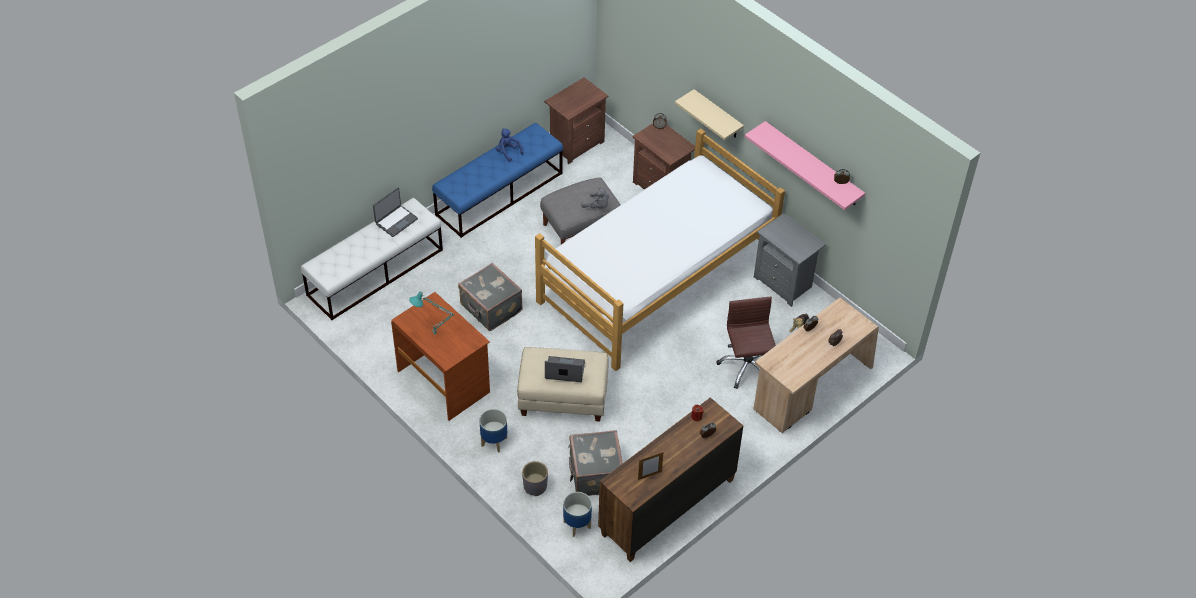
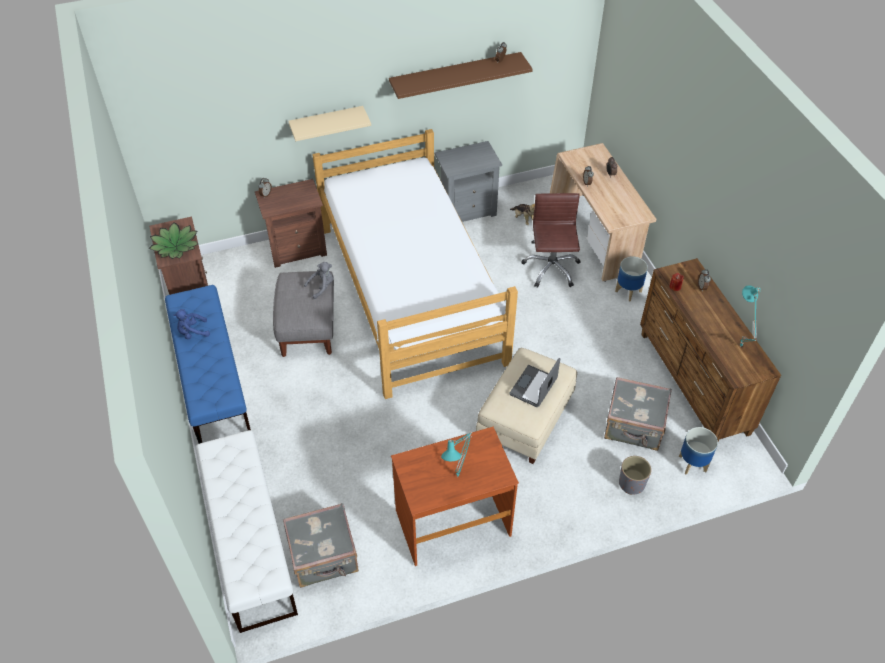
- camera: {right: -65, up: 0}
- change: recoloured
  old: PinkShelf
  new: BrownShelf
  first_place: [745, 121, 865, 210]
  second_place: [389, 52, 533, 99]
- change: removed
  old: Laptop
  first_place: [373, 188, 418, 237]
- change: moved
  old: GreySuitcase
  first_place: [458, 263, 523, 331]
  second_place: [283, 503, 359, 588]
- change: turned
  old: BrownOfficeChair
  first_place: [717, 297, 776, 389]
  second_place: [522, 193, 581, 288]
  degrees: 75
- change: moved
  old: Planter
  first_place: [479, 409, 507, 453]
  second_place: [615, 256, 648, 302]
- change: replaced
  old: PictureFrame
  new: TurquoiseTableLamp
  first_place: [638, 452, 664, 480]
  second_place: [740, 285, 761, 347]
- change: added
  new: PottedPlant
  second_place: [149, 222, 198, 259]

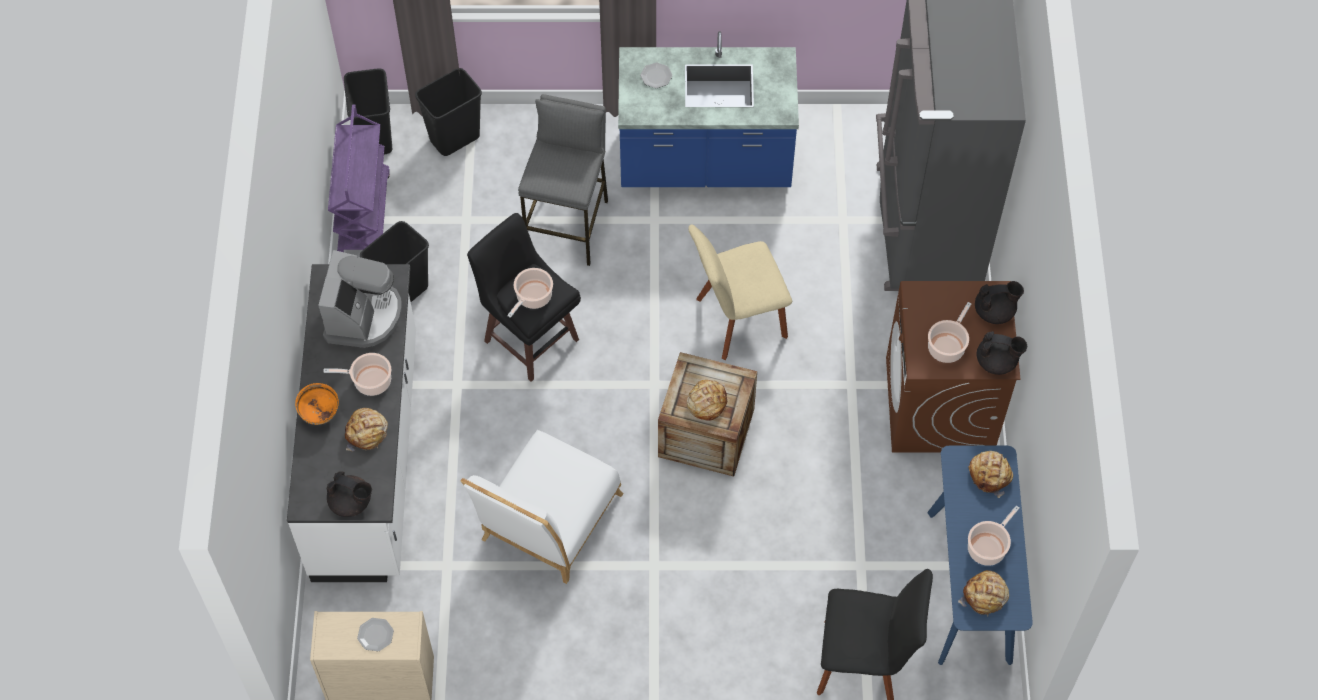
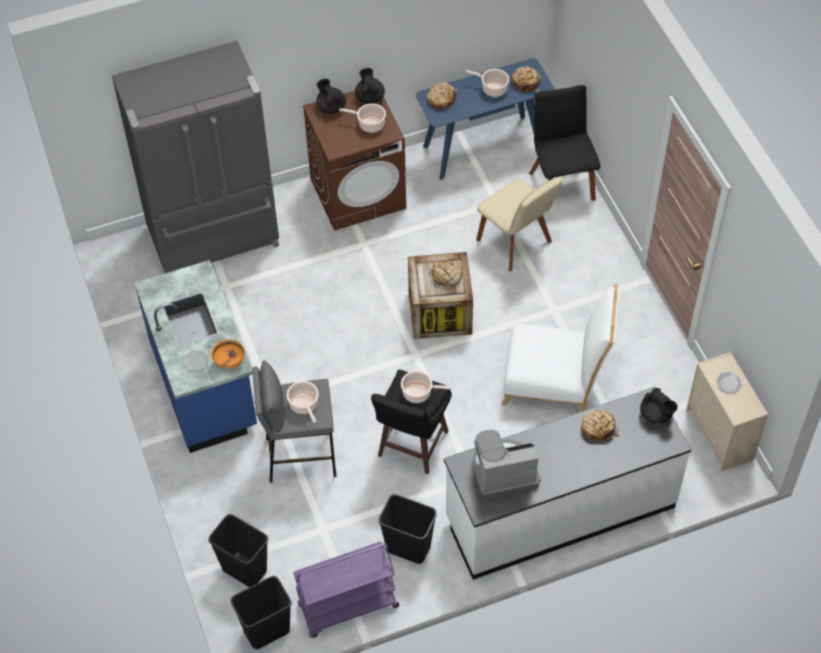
- camera: {right: -110, up: -5}
- change: moved
  old: BeigeChair
  first_place: [688, 224, 792, 360]
  second_place: [476, 176, 563, 271]
- change: moved
  old: CookingPot
  first_place: [323, 353, 391, 396]
  second_place: [286, 381, 319, 423]
- change: moved
  old: OrangeBowl
  first_place: [295, 383, 339, 425]
  second_place: [211, 340, 245, 370]
- change: turned
  old: BlackTeapot
  first_place: [327, 471, 372, 517]
  second_place: [640, 388, 678, 424]
  degrees: 135

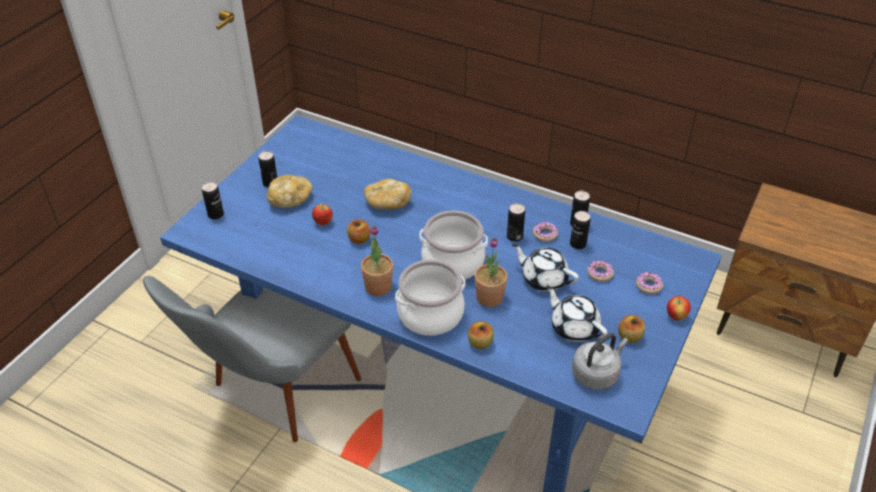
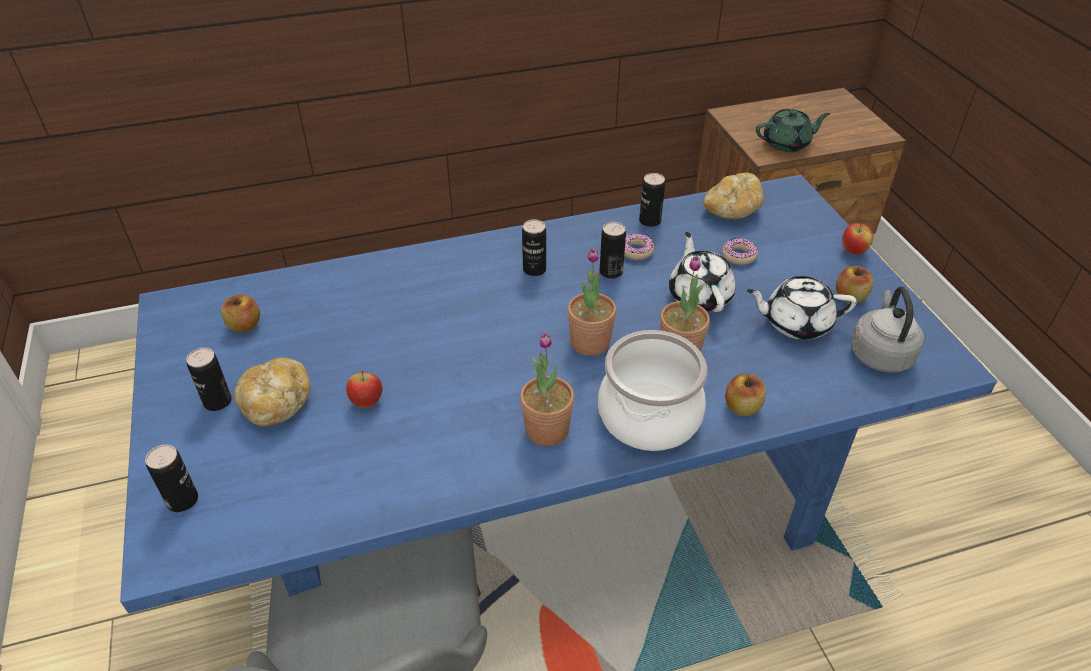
- camera: {right: -45, up: 0}
- change: moved
  old: Bread
  first_place: [364, 179, 411, 210]
  second_place: [703, 173, 764, 219]
- change: replaced
  old: CookingPot
  new: PottedPlant
  first_place: [419, 210, 488, 280]
  second_place: [568, 248, 616, 356]
- change: moved
  old: Can
  first_place: [570, 211, 590, 249]
  second_place: [522, 219, 546, 276]
- change: moved
  old: Apple
  first_place: [347, 219, 370, 244]
  second_place: [221, 294, 260, 333]
- change: turned
  old: WhiteTeapot
  first_place: [512, 244, 579, 291]
  second_place: [669, 232, 736, 312]
  degrees: 90
- change: removed
  old: Donut
  first_place: [636, 272, 663, 294]
- change: added
  new: GreenTeapot
  second_place: [756, 109, 830, 152]

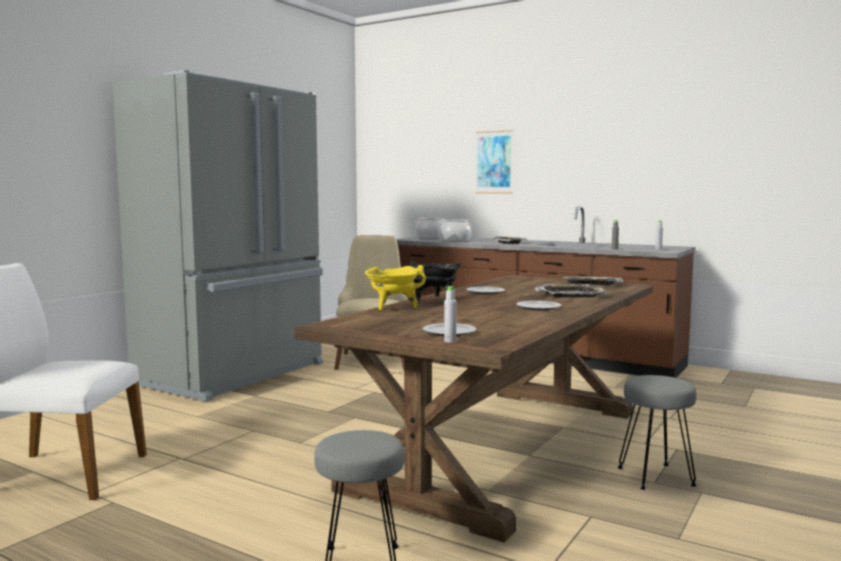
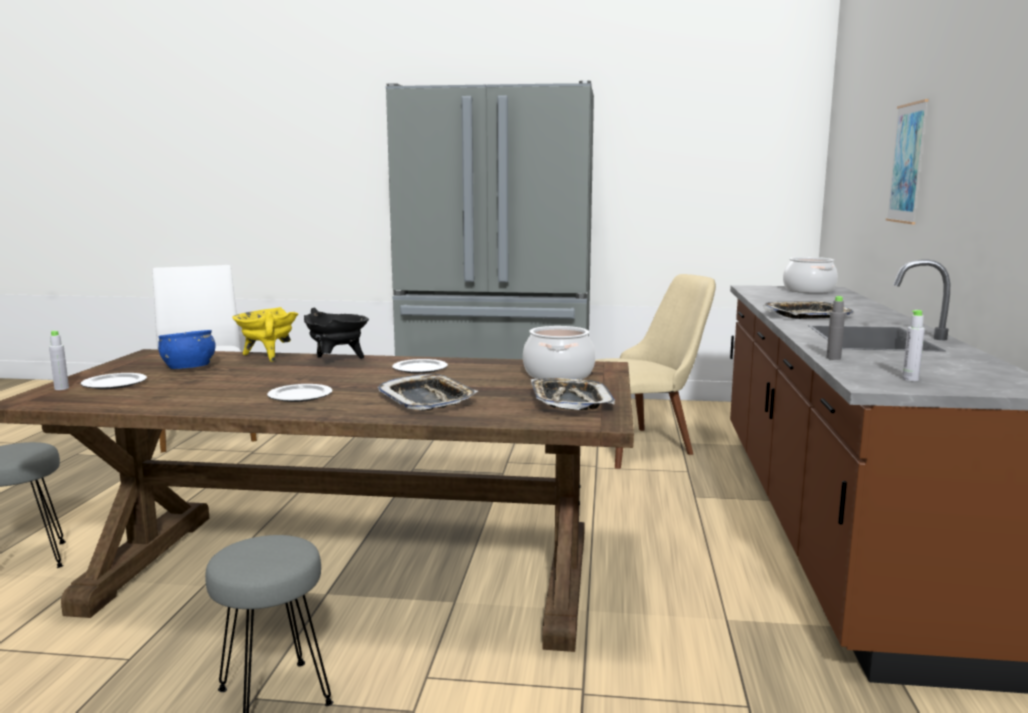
- camera: {right: 65, up: 5}
- change: moved
  old: CookingPot
  first_place: [438, 220, 472, 242]
  second_place: [523, 326, 596, 379]
- change: added
  new: BlueBowl
  second_place: [158, 330, 216, 369]

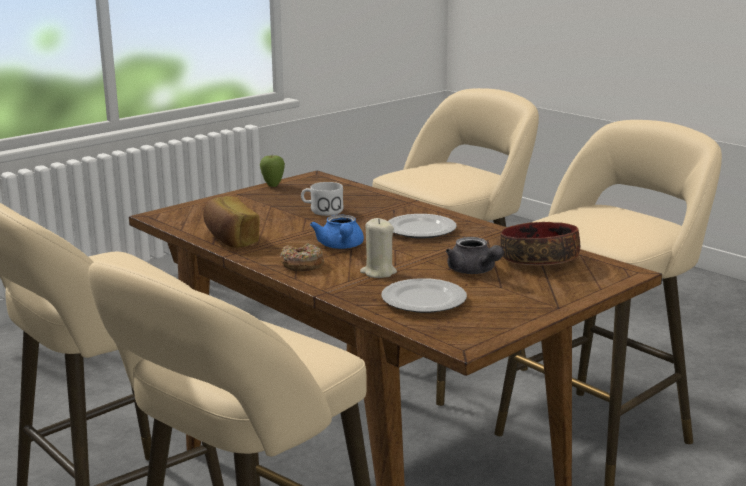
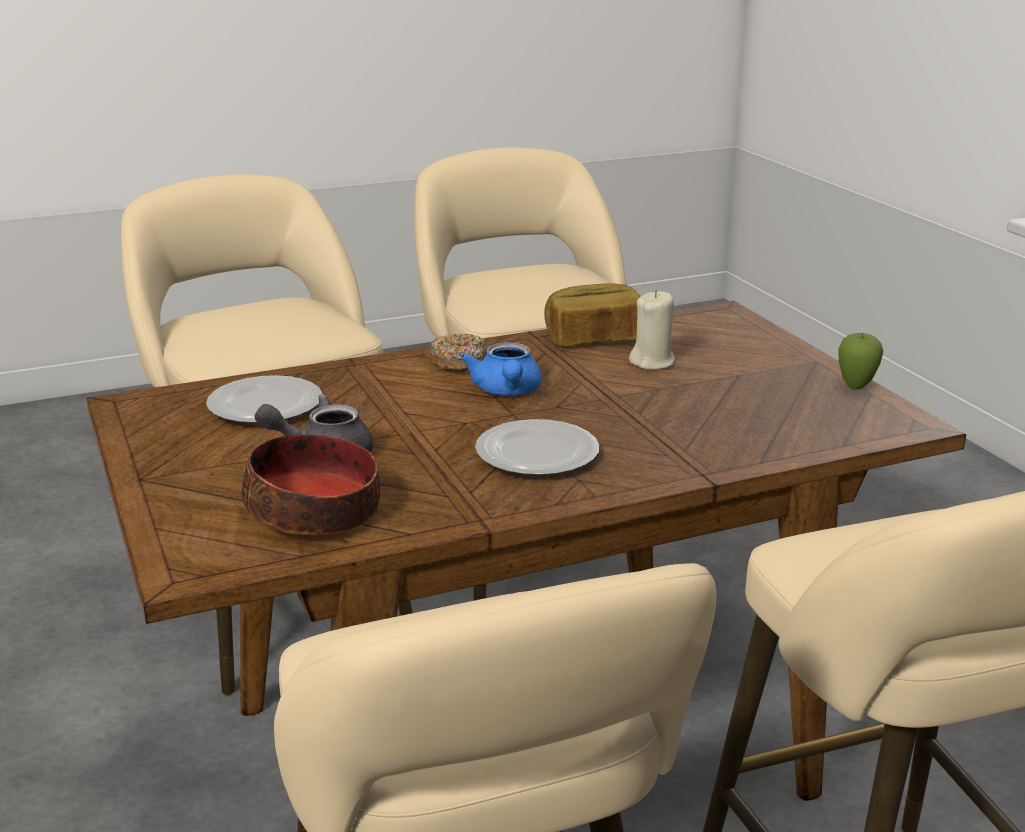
- camera: {right: 110, up: 5}
- change: removed
  old: WhiteMug
  first_place: [301, 182, 344, 216]
- change: turned
  old: BlueTeapot
  first_place: [310, 214, 364, 249]
  second_place: [461, 342, 542, 396]
  degrees: -105
- change: moved
  old: BeigeCandle
  first_place: [360, 218, 397, 278]
  second_place: [629, 290, 675, 370]

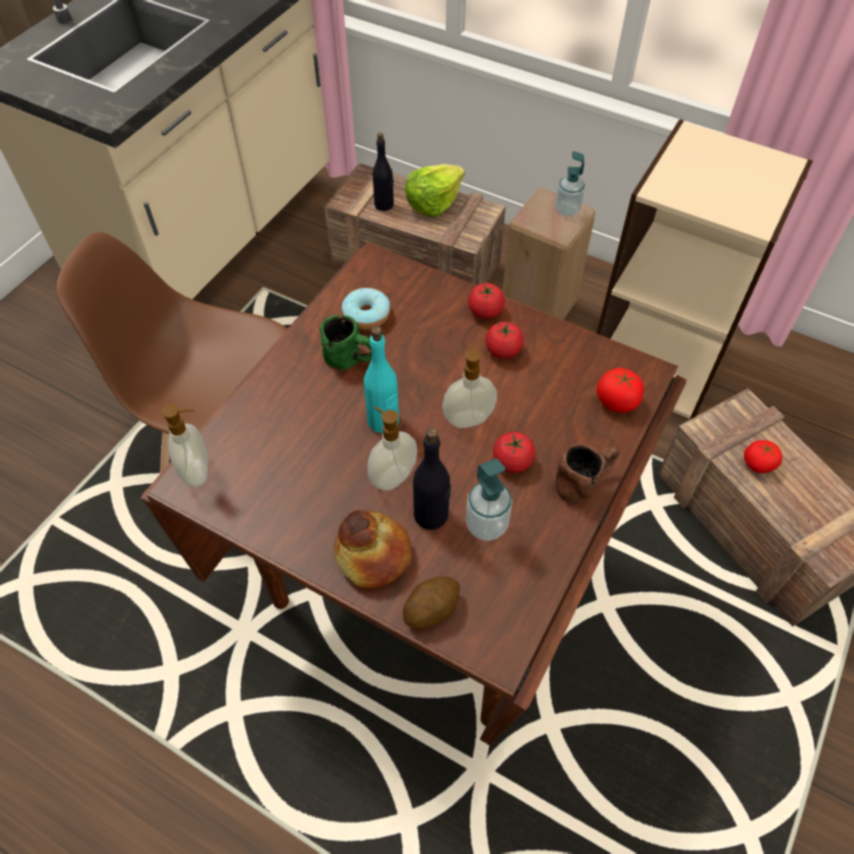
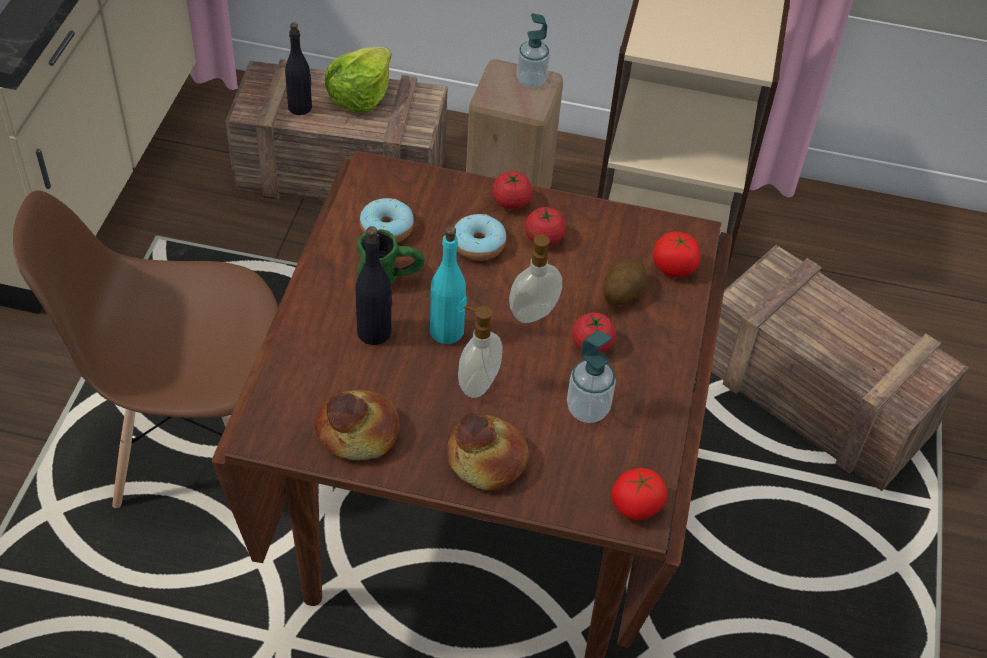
- camera: {right: -20, up: -5}
- change: removed
  old: SoapDispenser
  first_place: [162, 404, 208, 487]
- change: moved
  old: BlackBottle
  first_place: [413, 427, 451, 530]
  second_place: [355, 226, 393, 345]
- change: moved
  old: Tomato
  first_place: [744, 440, 782, 473]
  second_place: [611, 468, 667, 520]
- change: removed
  old: BrownMug
  first_place: [555, 443, 619, 503]
- change: moved
  old: Potato
  first_place: [403, 576, 460, 629]
  second_place: [603, 259, 646, 305]
- change: added
  new: Donut
  second_place: [455, 214, 506, 261]
- change: added
  new: Bread
  second_place: [315, 390, 400, 460]

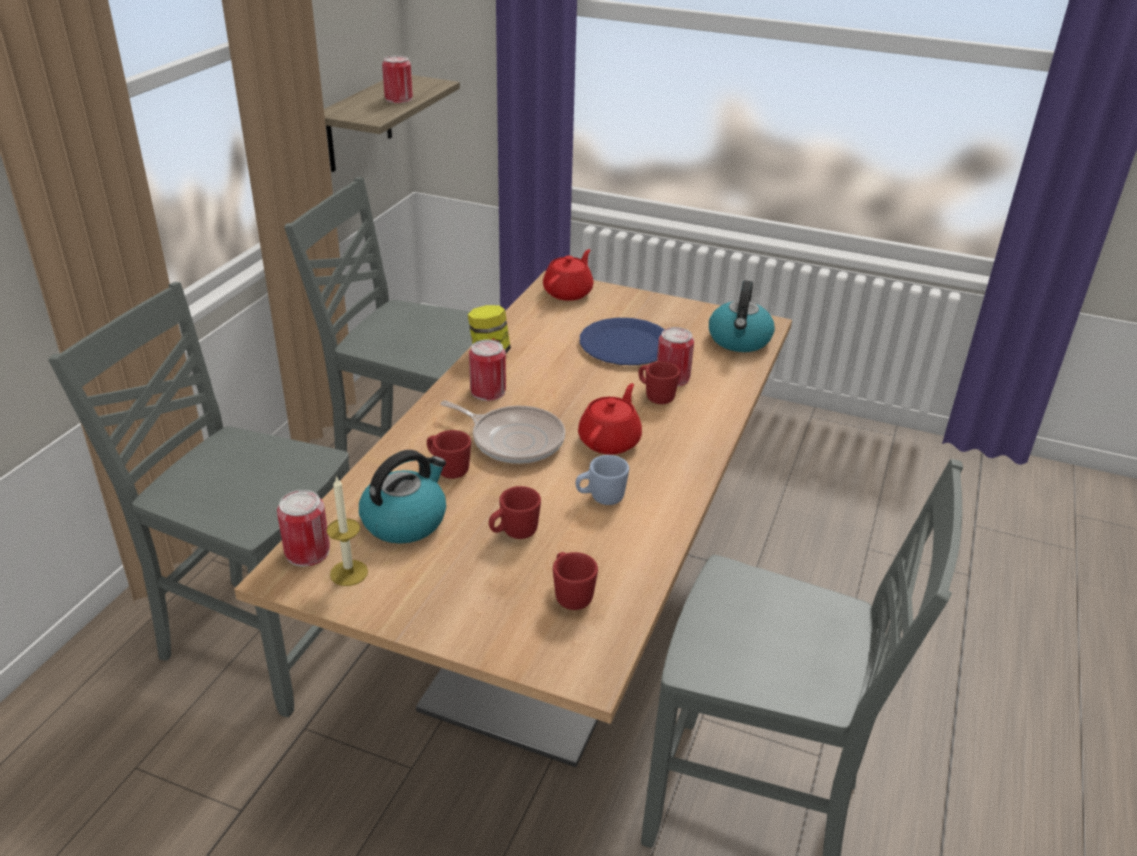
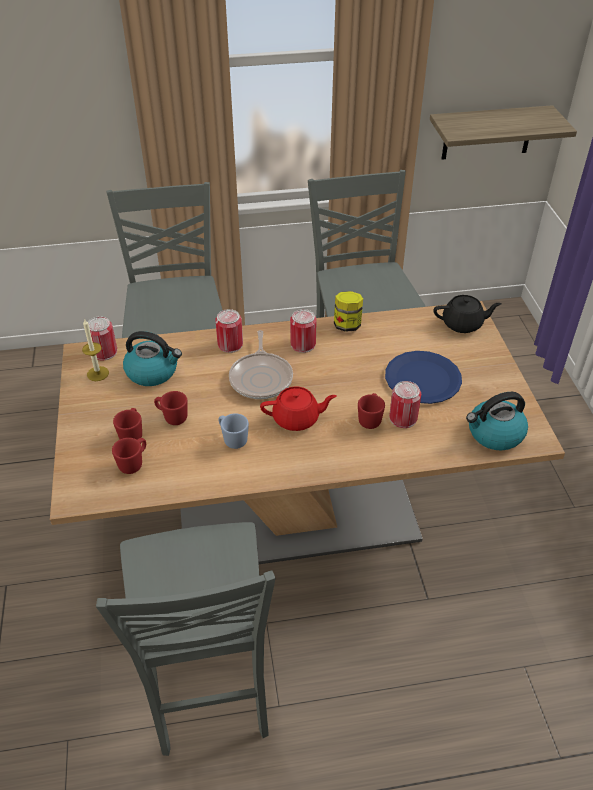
- camera: {right: 60, up: 10}
- change: moved
  old: Can
  first_place: [382, 55, 413, 103]
  second_place: [215, 309, 243, 353]
- change: recoloured
  old: RedTeapot
  new: BlackTeapot
  first_place: [543, 249, 593, 301]
  second_place: [434, 295, 502, 333]
- change: moved
  old: RedMug
  first_place: [427, 430, 471, 479]
  second_place: [113, 408, 142, 440]

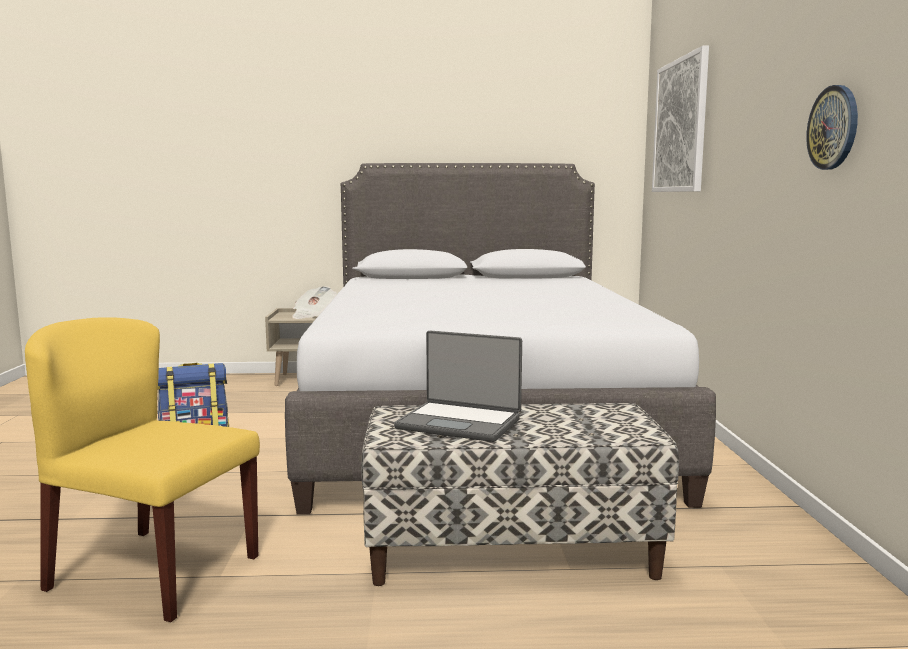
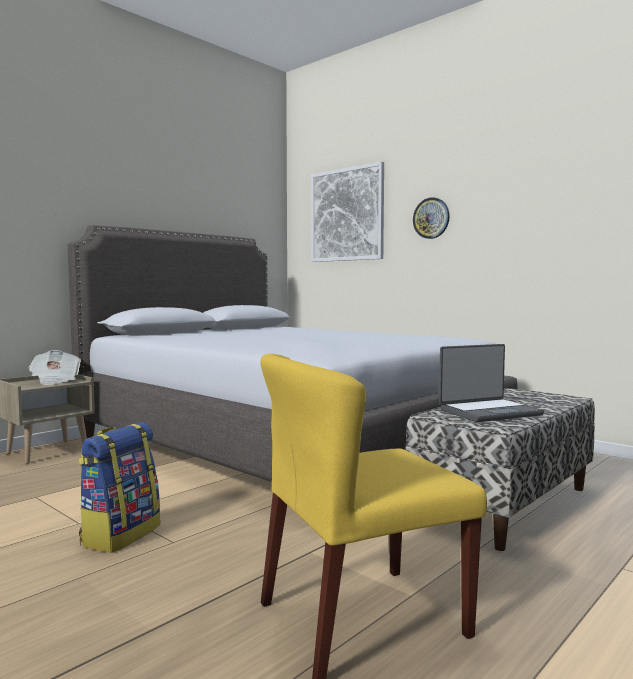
- camera: {right: -45, up: -5}
- change: moved
  old: WallClock
  first_place: [806, 85, 858, 170]
  second_place: [413, 197, 450, 239]

